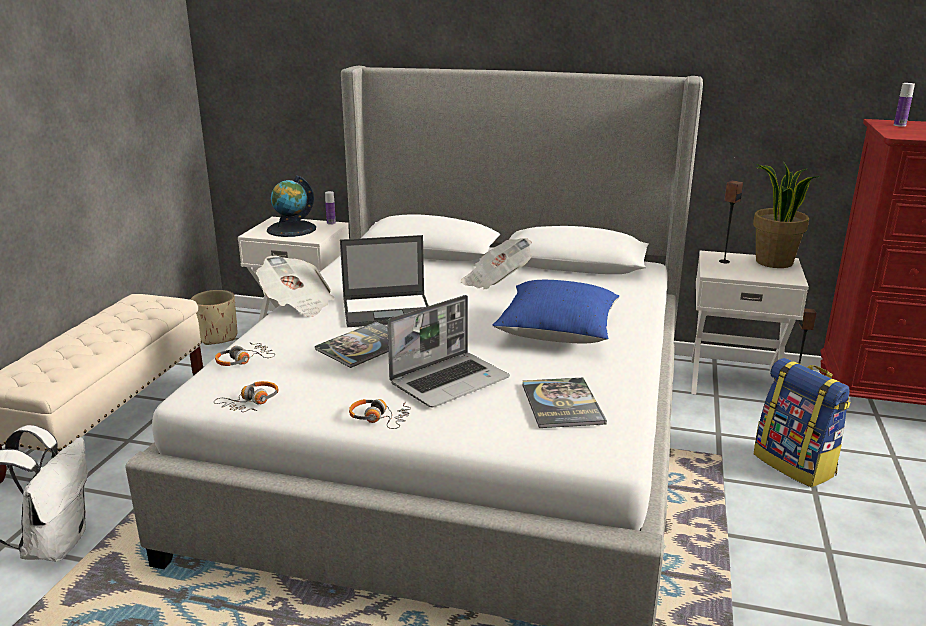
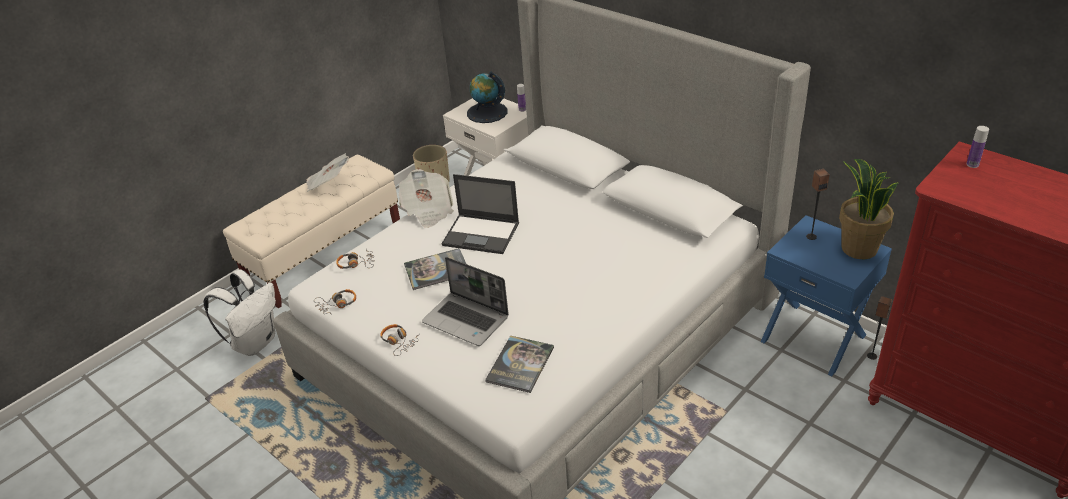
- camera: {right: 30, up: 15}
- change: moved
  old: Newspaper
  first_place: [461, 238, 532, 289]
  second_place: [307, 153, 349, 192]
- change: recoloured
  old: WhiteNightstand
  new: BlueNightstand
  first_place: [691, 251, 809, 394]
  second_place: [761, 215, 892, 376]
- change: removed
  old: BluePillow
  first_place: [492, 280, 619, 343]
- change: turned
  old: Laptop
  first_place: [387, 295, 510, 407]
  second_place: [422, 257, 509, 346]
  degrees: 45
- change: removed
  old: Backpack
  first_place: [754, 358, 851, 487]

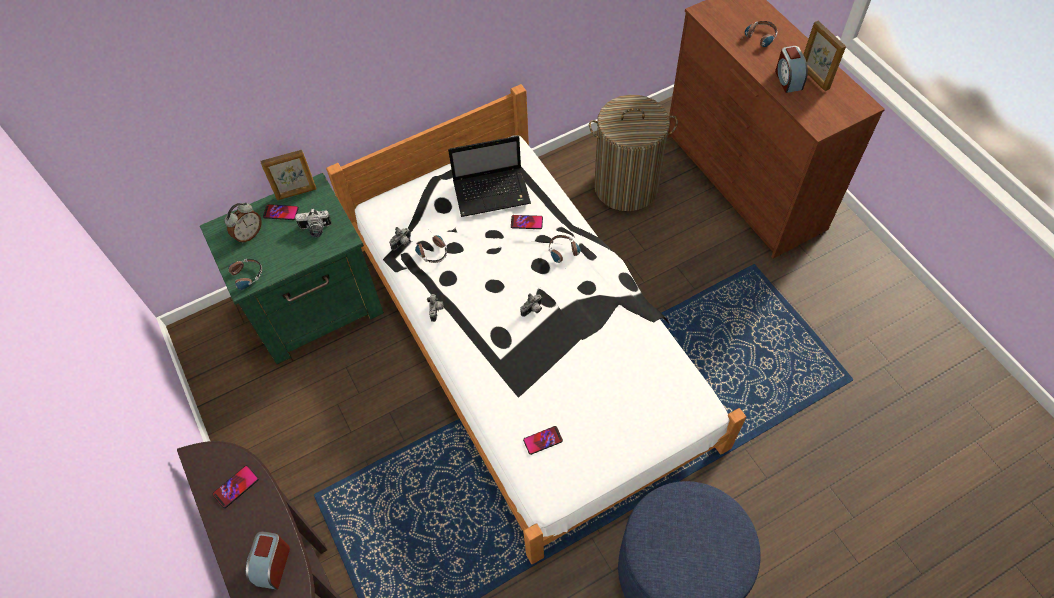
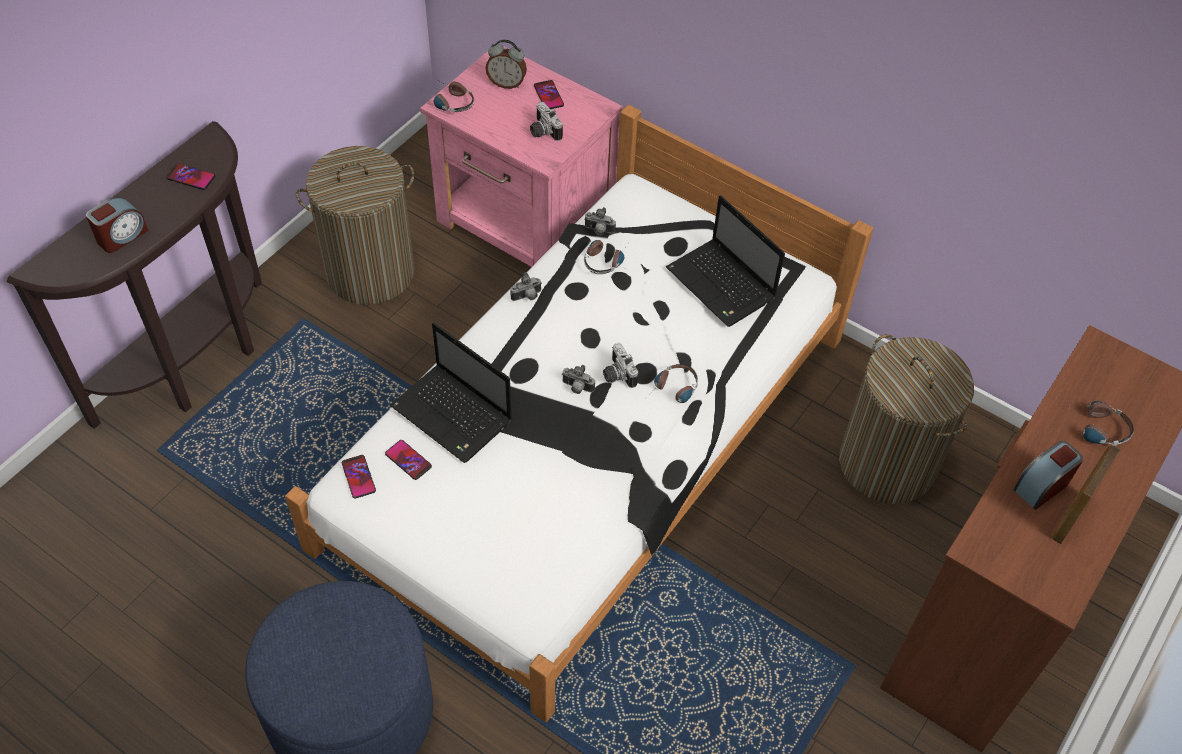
- camera: {right: 60, up: -5}
- change: removed
  old: PictureFrame
  first_place: [260, 150, 316, 200]
- change: recoloured
  old: GreenNightstand
  new: PinkNightstand
  first_place: [200, 173, 384, 364]
  second_place: [420, 46, 623, 267]
- change: moved
  old: Phone
  first_place: [511, 215, 543, 229]
  second_place: [342, 455, 376, 499]
- change: turned
  old: AlarmClock
  first_place: [246, 531, 290, 590]
  second_place: [86, 197, 148, 253]
  degrees: 150
- change: added
  new: LaundryBasket
  second_place: [296, 146, 415, 305]
- change: added
  new: Laptop
  second_place: [390, 323, 512, 463]
- change: added
  new: PhotoCamera
  second_place: [603, 343, 638, 388]

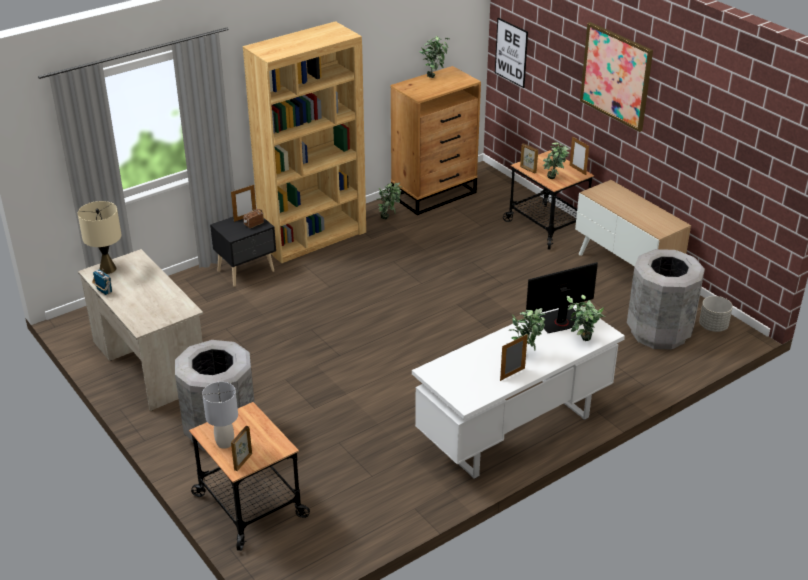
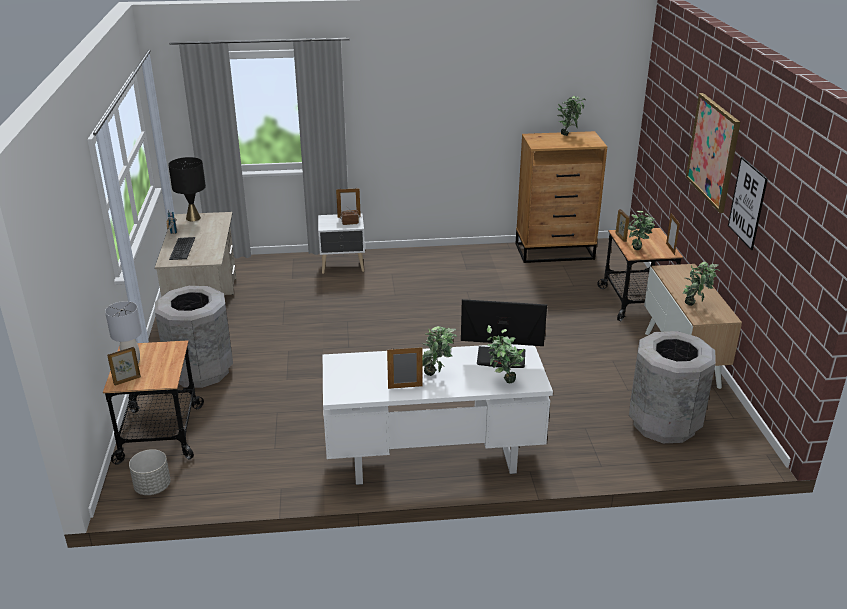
- camera: {right: 30, up: -5}
- change: moved
  old: Picture
  first_place: [495, 18, 528, 88]
  second_place: [728, 157, 768, 250]
- change: removed
  old: BrownBookcase
  first_place: [243, 21, 366, 263]
- change: moved
  old: PottedPlant
  first_place: [377, 182, 402, 219]
  second_place: [683, 262, 720, 306]
- change: recoloured
  old: BeigeTableLamp
  new: BlackTableLamp
  first_place: [77, 201, 121, 274]
  second_place: [168, 157, 206, 221]
- change: recoloured
  old: BlackNightstand
  new: WhiteNightstand
  first_place: [210, 217, 276, 287]
  second_place: [318, 213, 365, 274]
- change: moved
  old: GreyPlanter
  first_place: [699, 296, 733, 332]
  second_place: [129, 449, 171, 495]
- change: added
  new: Keyboard
  second_place: [169, 237, 195, 260]

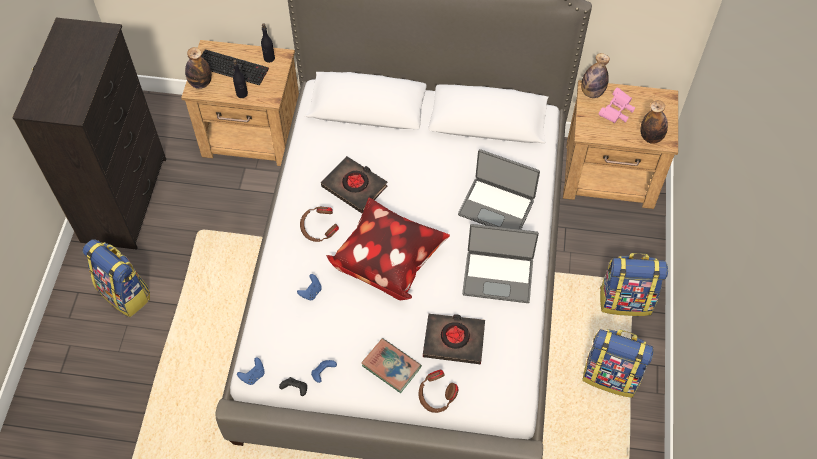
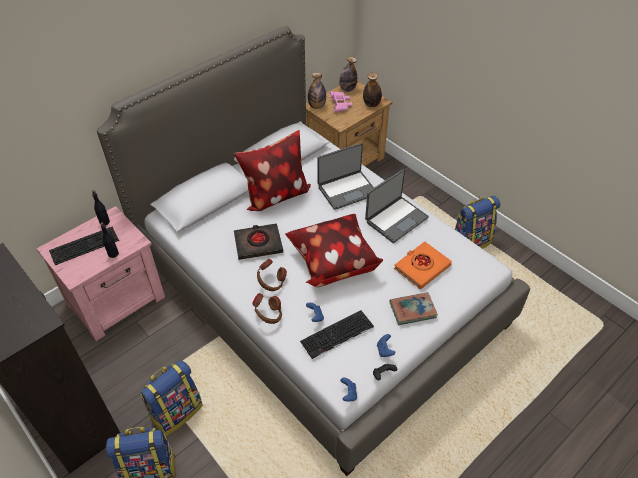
- camera: {right: -50, up: -10}
- change: recoloured
  old: BrownNightstand
  new: PinkNightstand
  first_place: [181, 40, 299, 166]
  second_place: [37, 206, 165, 341]
- change: moved
  old: Bottle
  first_place: [185, 47, 212, 89]
  second_place: [339, 57, 357, 92]
- change: moved
  old: Backpack
  first_place: [599, 253, 668, 316]
  second_place: [140, 360, 202, 436]
- change: recoloured
  old: BlackBook
  new: OrangeBook
  first_place: [423, 314, 485, 364]
  second_place: [394, 241, 452, 289]
- change: moved
  old: BrownHeadphones
  first_place: [419, 370, 458, 413]
  second_place: [252, 293, 282, 324]
- change: added
  new: Pillow
  second_place: [234, 130, 311, 211]
- change: added
  new: Keyboard
  second_place: [300, 310, 374, 359]

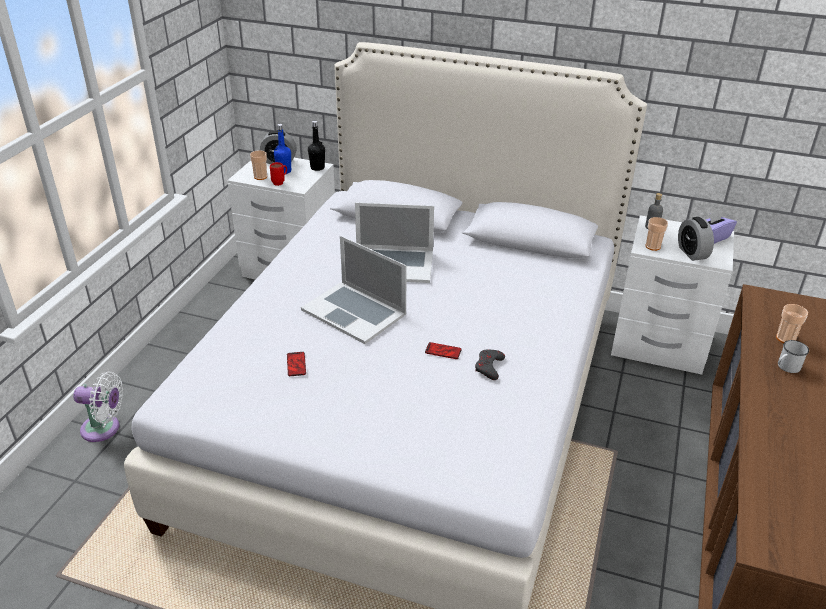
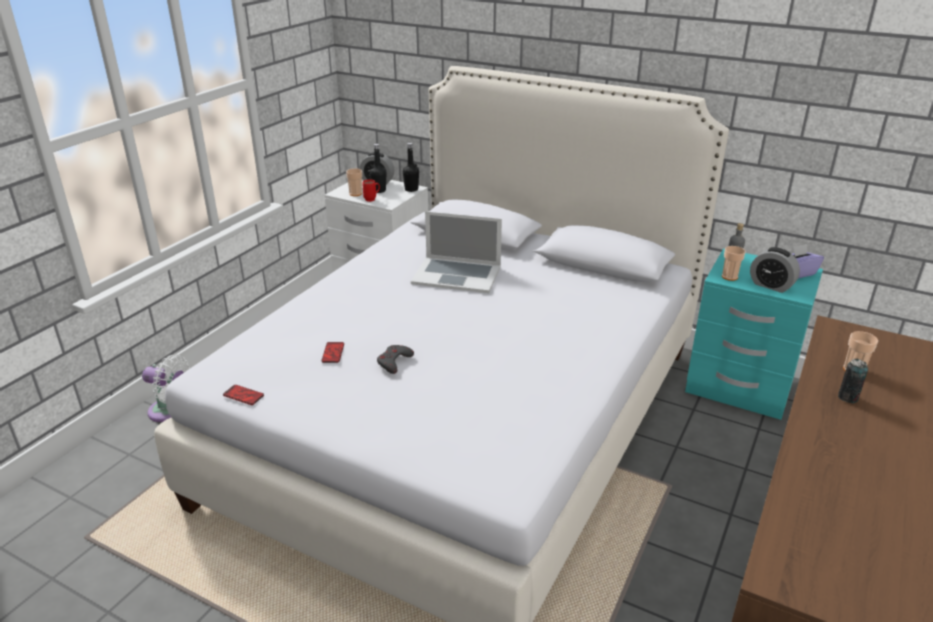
- camera: {right: 10, up: -5}
- change: recoloured
  old: BlueBottle
  new: BlackBottle
  first_place: [274, 124, 292, 174]
  second_place: [370, 144, 386, 193]
- change: recoloured
  old: WhiteNightstand
  new: TurquoiseNightstand
  first_place: [611, 215, 734, 375]
  second_place: [685, 248, 823, 420]
- change: turned
  old: AlarmClock
  first_place: [678, 217, 714, 261]
  second_place: [750, 247, 800, 293]
  degrees: -45
- change: removed
  old: Laptop
  first_place: [301, 236, 407, 344]
- change: replaced
  old: WhiteMug
  new: Can
  first_place: [778, 340, 809, 373]
  second_place: [838, 358, 868, 403]
- change: moved
  old: Phone
  first_place: [425, 342, 462, 359]
  second_place: [223, 385, 264, 405]
- change: moved
  old: GreyGameController
  first_place: [475, 350, 505, 380]
  second_place: [377, 345, 414, 374]

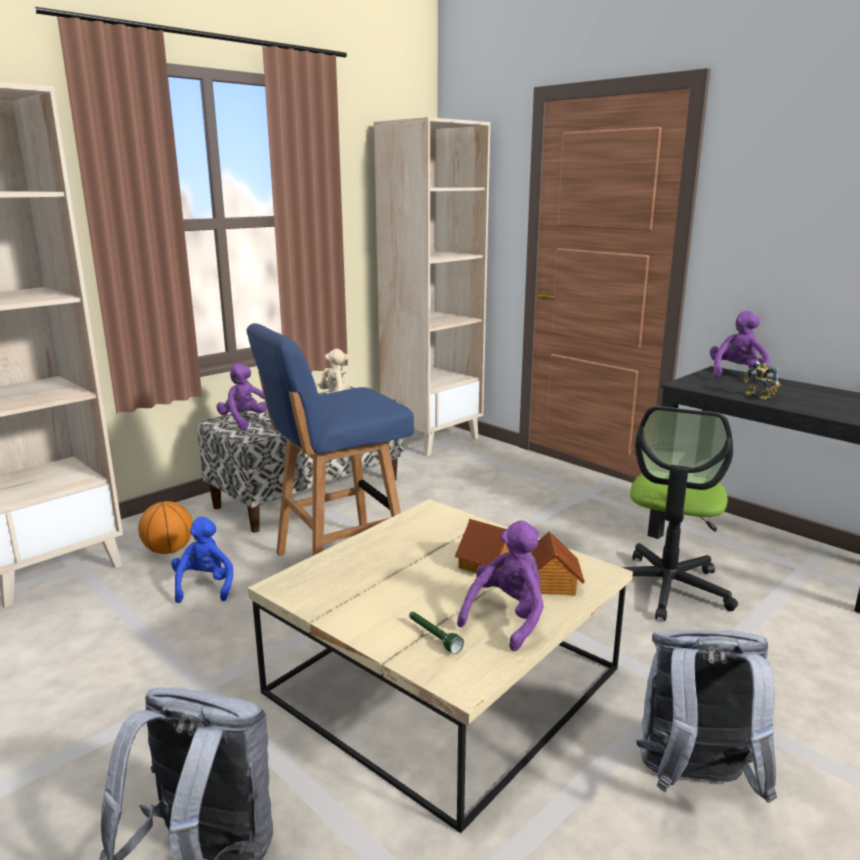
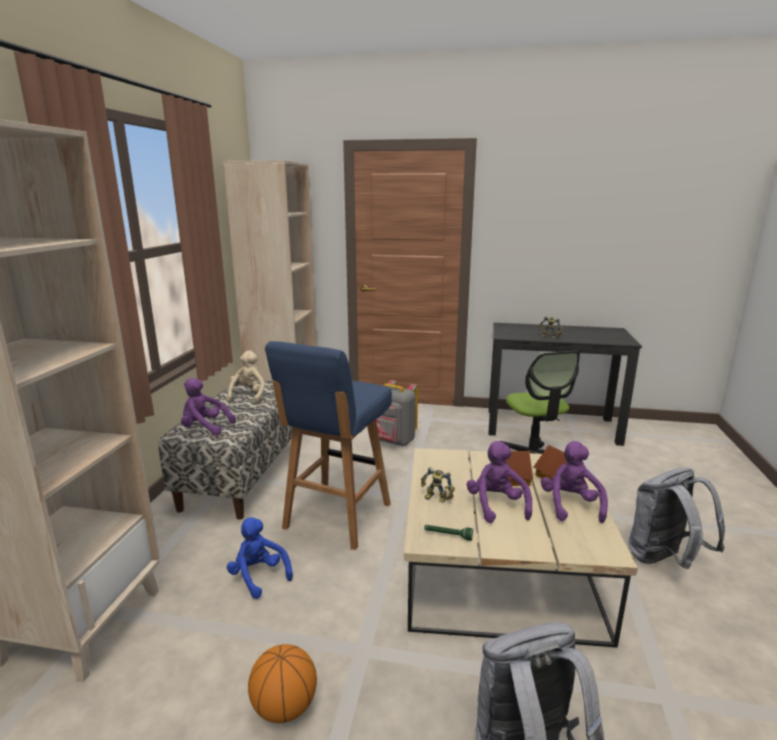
- camera: {right: -35, up: 0}
- change: moved
  old: PurplePlushToy
  first_place: [710, 311, 770, 384]
  second_place: [466, 441, 532, 523]
- change: moved
  old: Basketball
  first_place: [138, 501, 193, 554]
  second_place: [248, 644, 317, 723]
- change: moved
  old: GreenFlashlight
  first_place: [409, 612, 464, 654]
  second_place: [424, 525, 473, 541]
- change: added
  new: GreyBackpack
  second_place: [376, 380, 418, 446]
- change: added
  new: ToyRobot
  second_place: [421, 467, 455, 503]

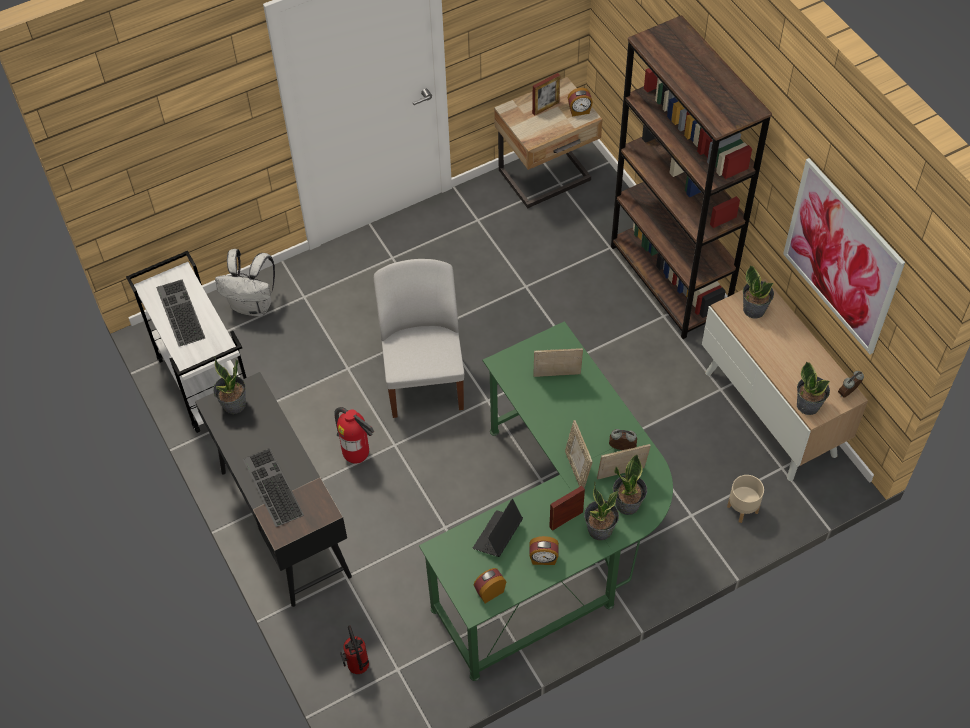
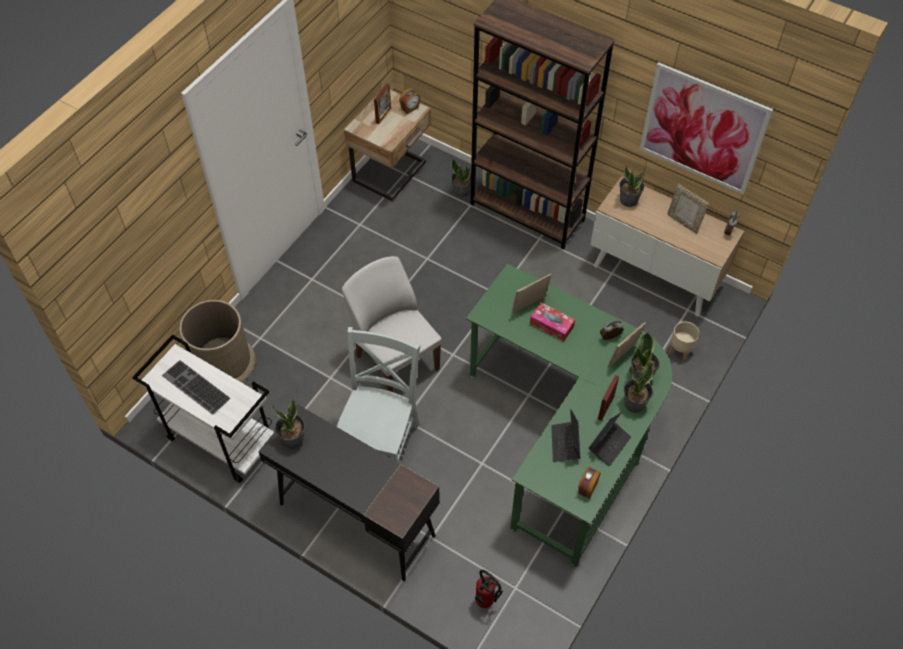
- camera: {right: -30, up: 0}
- change: replaced
  old: WhiteBackpack
  new: BrownTrashCan
  first_place: [215, 249, 275, 316]
  second_place: [179, 300, 256, 383]
- change: moved
  old: PottedPlant
  first_place: [797, 361, 830, 415]
  second_place: [451, 159, 471, 198]
- change: replaced
  old: FireExtinguisher
  new: GreyChair
  first_place: [334, 407, 374, 464]
  second_place: [336, 327, 420, 462]
- change: moved
  old: PictureFrame
  first_place: [565, 420, 592, 488]
  second_place: [667, 184, 709, 234]
- change: removed
  old: Keyboard
  first_place: [243, 448, 304, 527]
- change: replaced
  old: AlarmClock
  new: Laptop
  first_place: [529, 536, 559, 565]
  second_place: [589, 411, 631, 466]
- change: added
  new: TissueBox
  second_place: [530, 303, 575, 341]

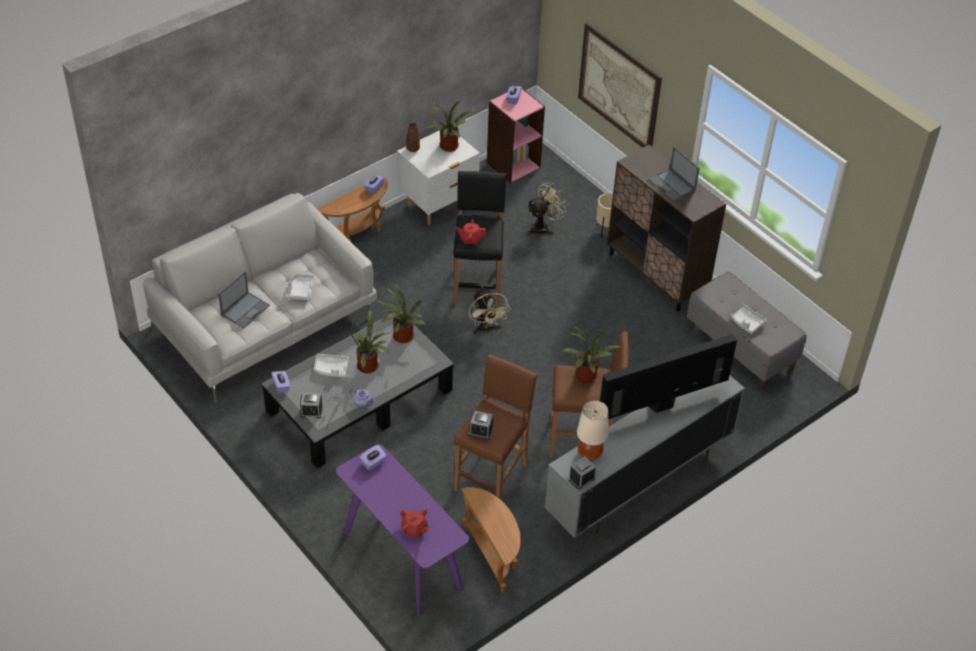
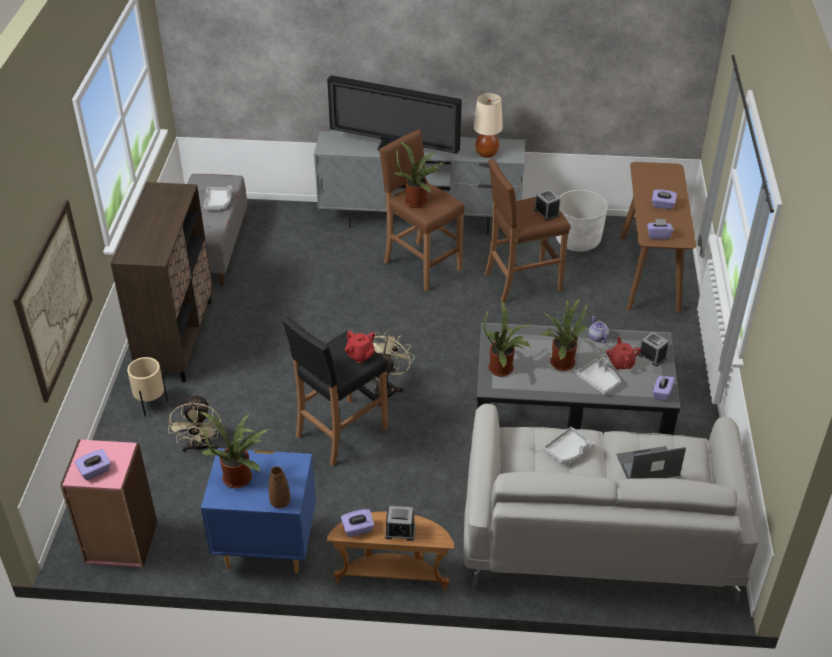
- camera: {right: -135, up: -5}
- change: recoloured
  old: WhiteNightstand
  new: BlueNightstand
  first_place: [397, 130, 480, 225]
  second_place: [201, 448, 316, 574]
- change: removed
  old: Laptop
  first_place: [649, 147, 700, 202]
- change: turned
  old: BeigeFan
  first_place: [527, 182, 566, 235]
  second_place: [168, 394, 221, 453]
  degrees: -105
- change: recoloured
  old: PurpleConsoleTable
  new: BrownConsoleTable
  first_place: [336, 444, 469, 617]
  second_place: [620, 162, 696, 313]
- change: moved
  old: AlarmClock
  first_place: [568, 456, 596, 490]
  second_place: [385, 506, 416, 541]
- change: replaced
  old: BrownSideTable
  new: WhitePlanter
  first_place: [461, 487, 521, 594]
  second_place: [556, 190, 608, 252]
- change: moved
  old: RedTeapot
  first_place: [401, 508, 430, 538]
  second_place: [606, 337, 641, 370]
- change: added
  new: PurpleTissueBox
  second_place: [652, 189, 677, 209]

